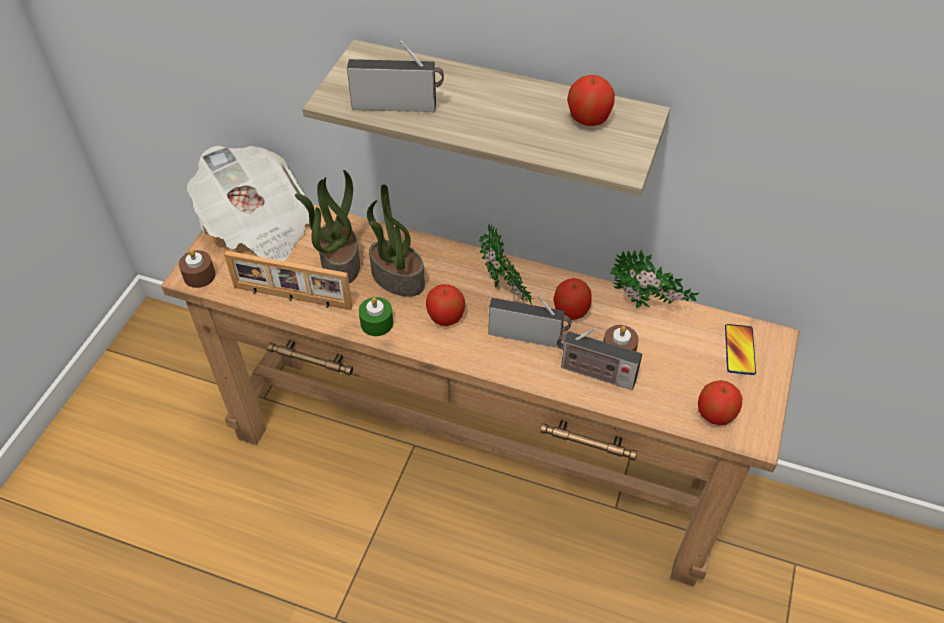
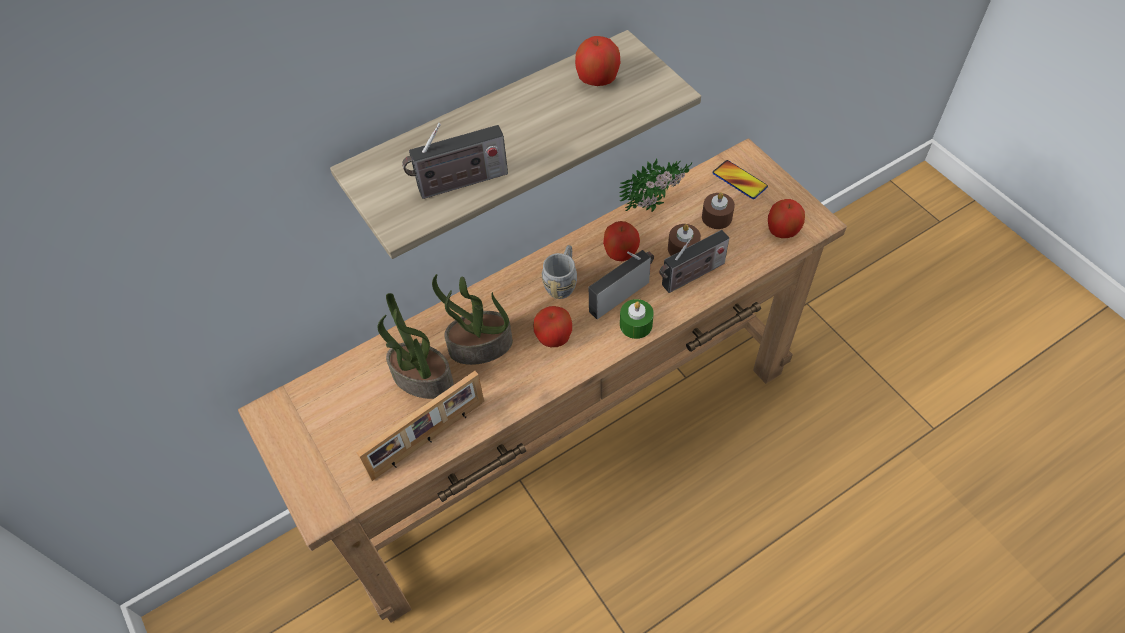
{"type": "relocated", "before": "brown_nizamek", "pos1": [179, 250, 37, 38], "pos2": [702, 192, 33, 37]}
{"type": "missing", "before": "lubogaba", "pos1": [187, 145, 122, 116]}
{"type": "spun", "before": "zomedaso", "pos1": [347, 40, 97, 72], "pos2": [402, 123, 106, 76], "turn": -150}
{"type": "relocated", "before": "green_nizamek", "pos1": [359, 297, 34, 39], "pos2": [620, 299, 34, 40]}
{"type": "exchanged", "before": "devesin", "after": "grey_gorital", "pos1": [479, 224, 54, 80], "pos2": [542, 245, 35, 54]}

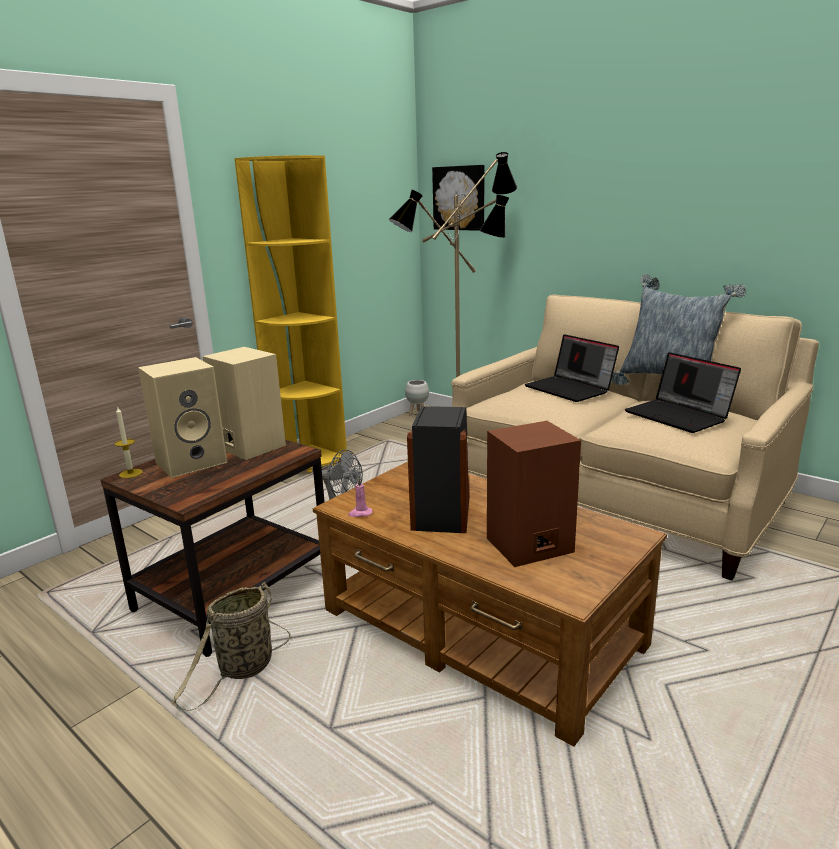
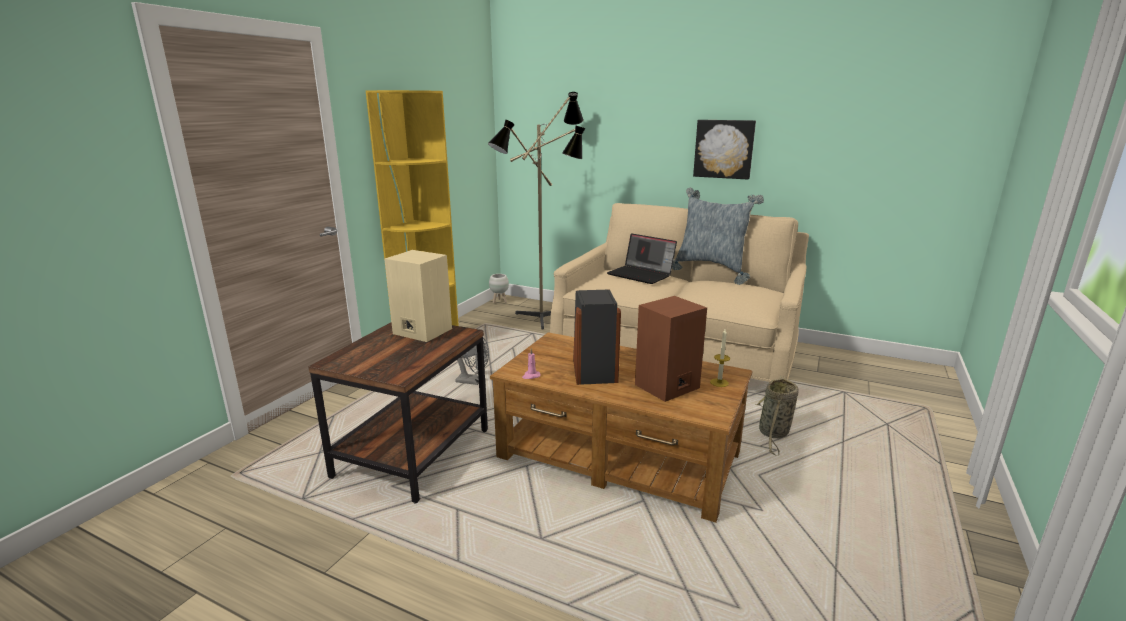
{"type": "relocated", "before": "nizamek", "pos1": [115, 406, 28, 72], "pos2": [710, 329, 20, 58]}
{"type": "missing", "before": "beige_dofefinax", "pos1": [138, 357, 89, 121]}
{"type": "relocated", "before": "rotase", "pos1": [171, 582, 119, 129], "pos2": [755, 376, 44, 80]}
{"type": "relocated", "before": "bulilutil", "pos1": [432, 165, 53, 66], "pos2": [693, 120, 63, 60]}
{"type": "missing", "before": "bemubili", "pos1": [625, 352, 116, 81]}

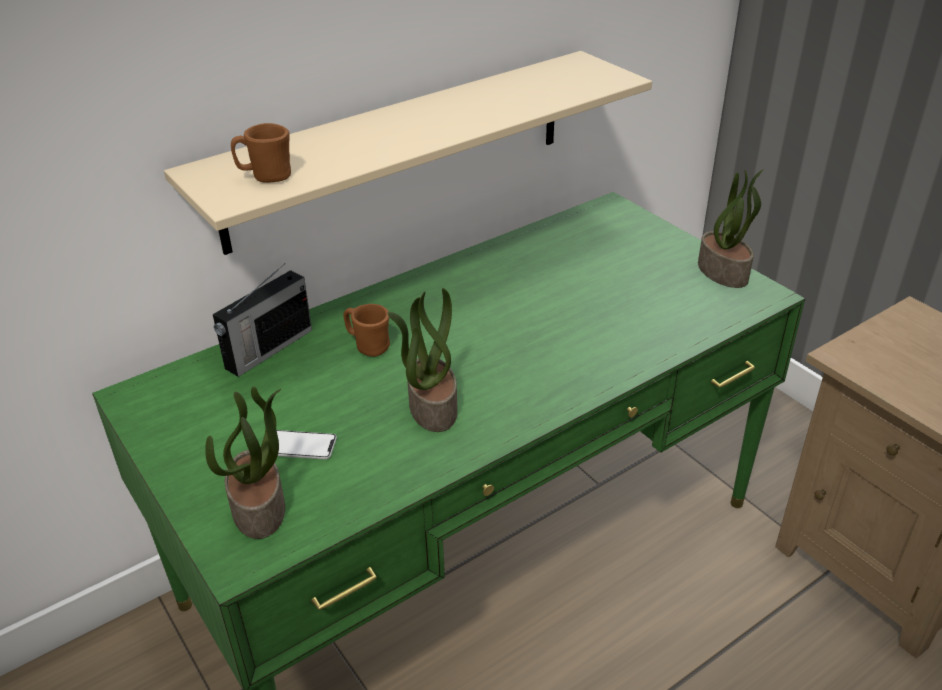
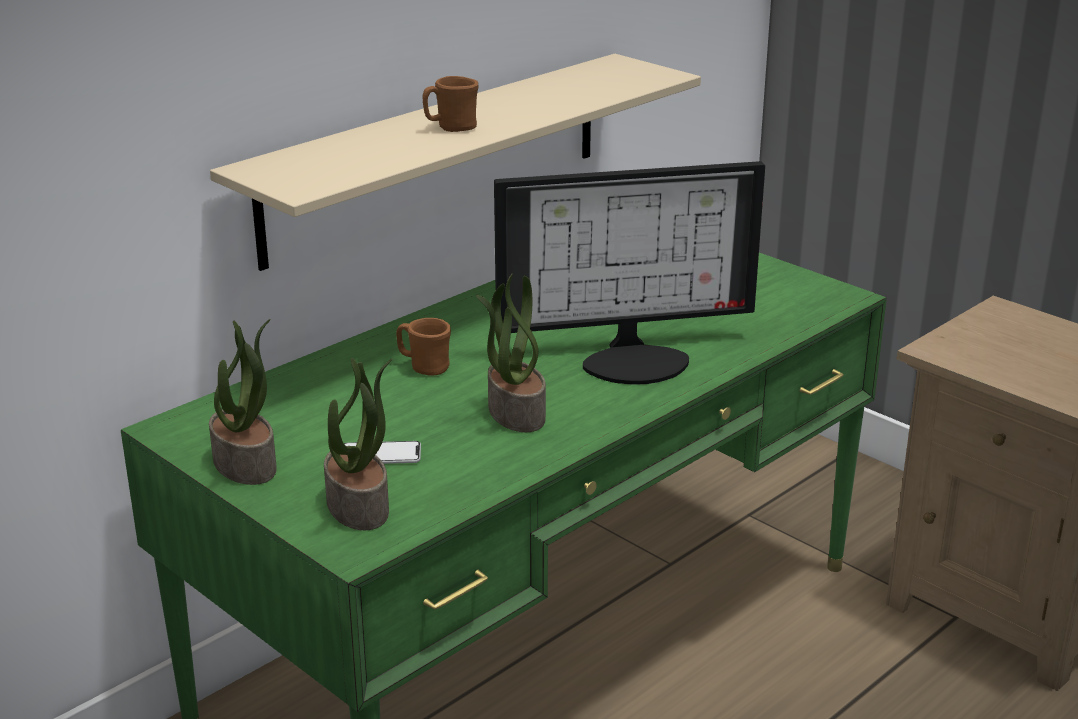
{"type": "missing", "before": "zomedaso", "pos1": [213, 263, 99, 114]}
{"type": "relocated", "before": "brown_gorital", "pos1": [231, 123, 60, 60], "pos2": [423, 76, 55, 56]}
{"type": "relocated", "before": "devesin", "pos1": [698, 169, 66, 119], "pos2": [209, 319, 68, 166]}
{"type": "appeared", "after": "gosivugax", "pos2": [494, 161, 271, 223]}

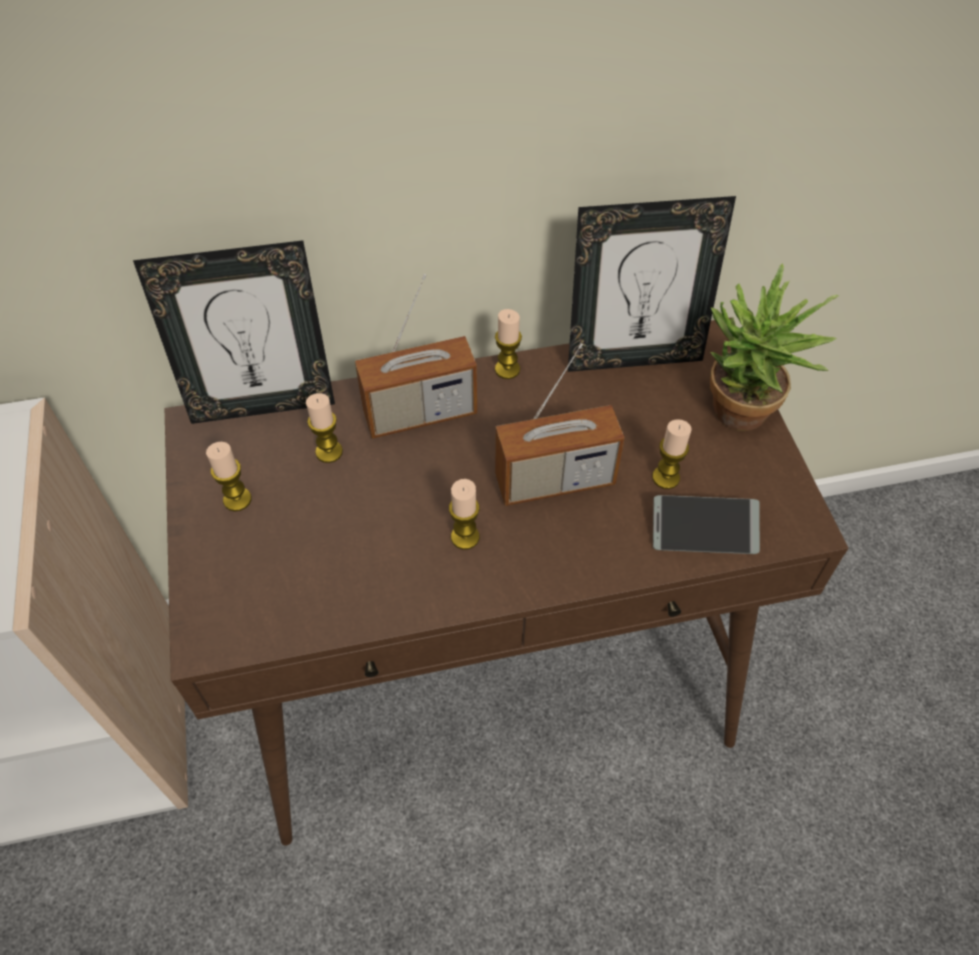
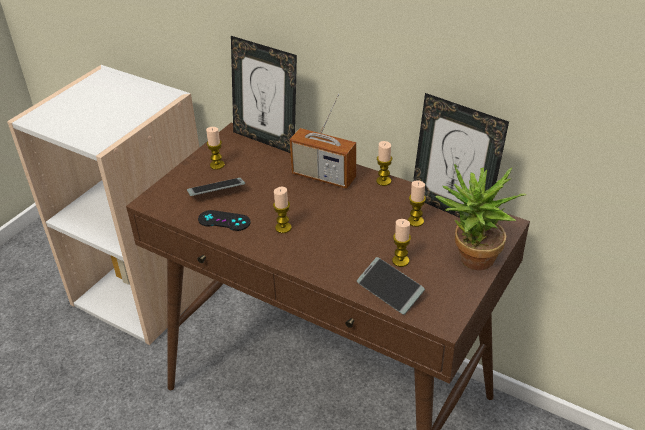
{"type": "relocated", "before": "nizamek", "pos1": [306, 393, 37, 70], "pos2": [408, 180, 18, 47]}
{"type": "missing", "before": "zomedaso", "pos1": [495, 343, 129, 163]}
{"type": "appeared", "after": "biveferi", "pos2": [187, 178, 58, 18]}
{"type": "appeared", "after": "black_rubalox", "pos2": [198, 210, 52, 21]}

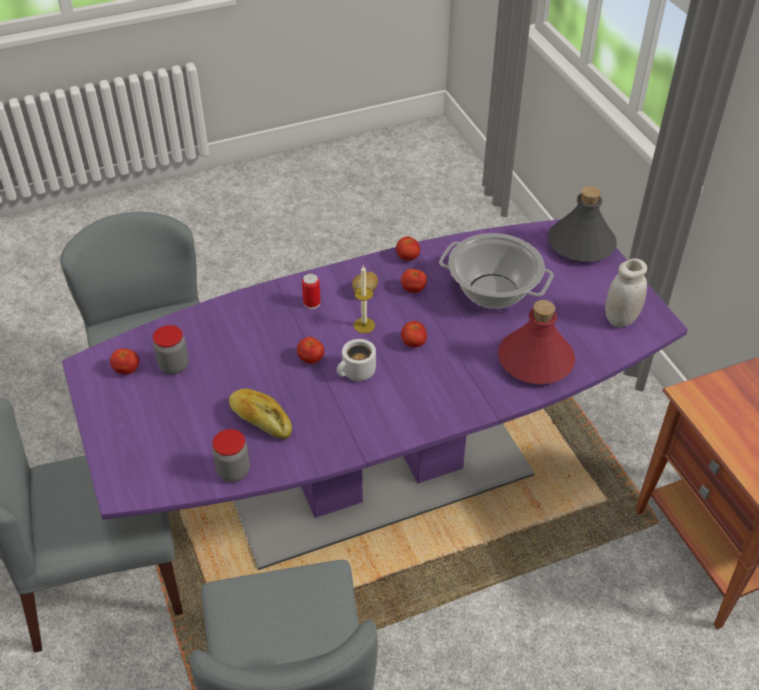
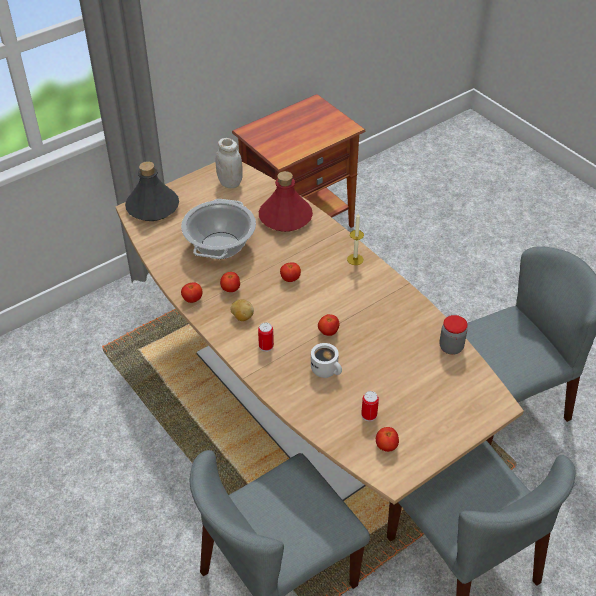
{"type": "colour", "before": "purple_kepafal", "after": "brown_kepafal", "pos1": [62, 219, 626, 351], "pos2": [116, 162, 408, 343]}
{"type": "exchanged", "before": "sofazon", "after": "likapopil", "pos1": [153, 325, 36, 50], "pos2": [361, 391, 18, 31]}
{"type": "missing", "before": "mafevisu", "pos1": [229, 389, 63, 50]}
{"type": "relocated", "before": "white_gorital", "pos1": [337, 339, 39, 42], "pos2": [311, 343, 31, 35]}
{"type": "relocated", "before": "nizamek", "pos1": [354, 265, 21, 68], "pos2": [347, 213, 17, 52]}

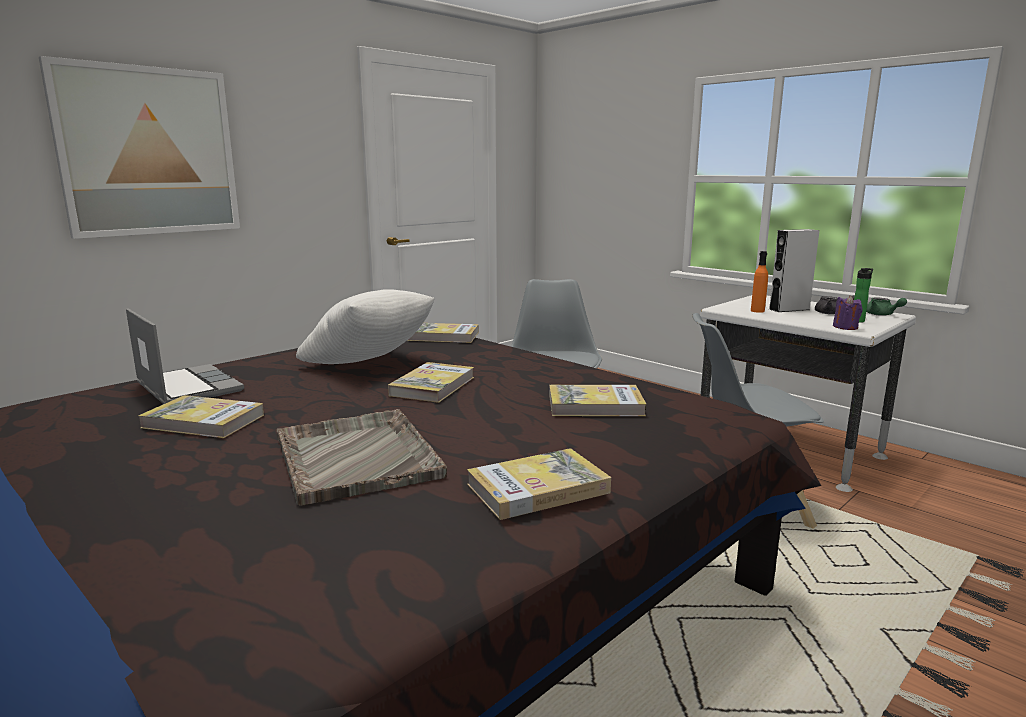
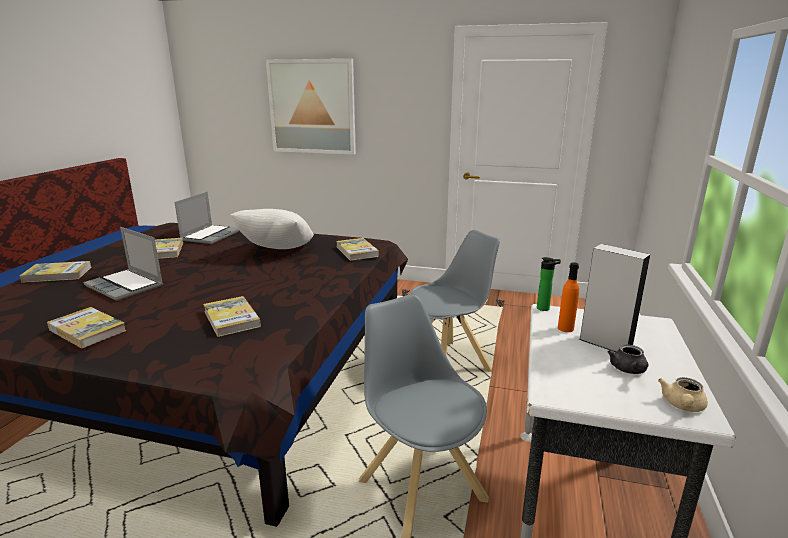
{"type": "exchanged", "before": "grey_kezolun", "after": "bemubili", "pos1": [276, 409, 171, 97], "pos2": [83, 227, 80, 74]}
{"type": "relocated", "before": "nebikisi", "pos1": [388, 362, 86, 41], "pos2": [20, 261, 71, 22]}
{"type": "missing", "before": "purple_nizamek", "pos1": [833, 295, 29, 35]}
{"type": "relocated", "before": "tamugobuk", "pos1": [854, 268, 19, 55], "pos2": [537, 257, 24, 54]}
{"type": "colour", "before": "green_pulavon", "after": "beige_pulavon", "pos1": [866, 298, 41, 18], "pos2": [658, 377, 50, 35]}

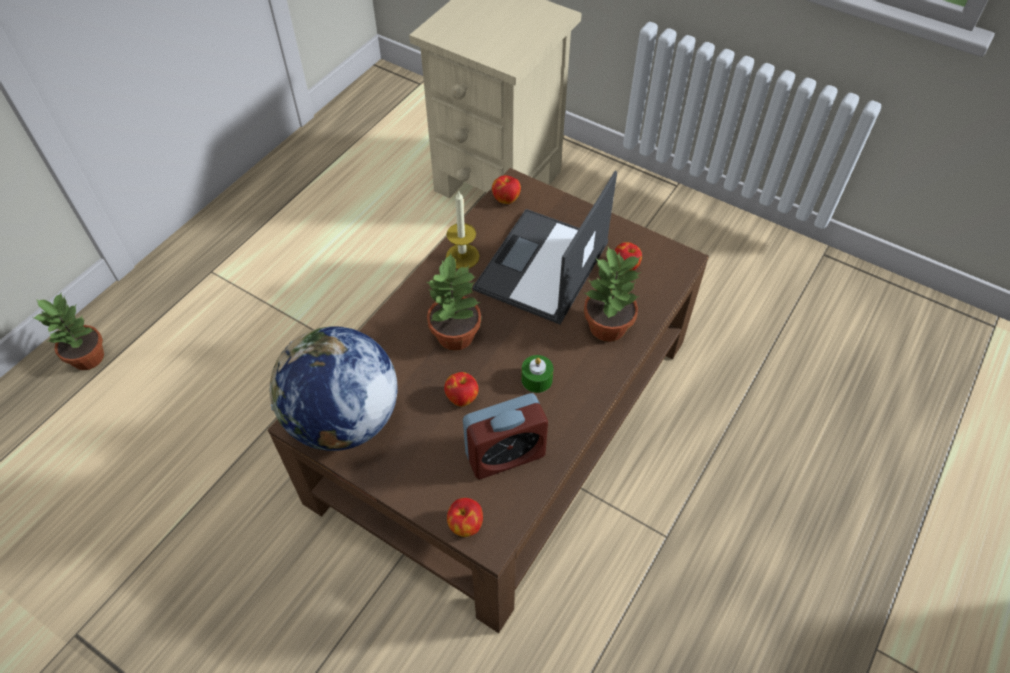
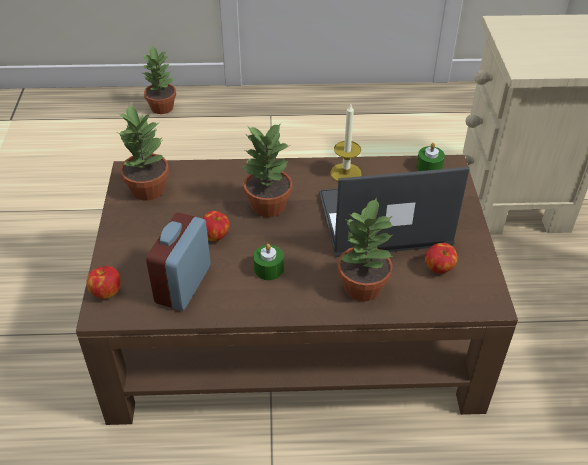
{"type": "exchanged", "before": "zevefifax", "after": "devesin", "pos1": [270, 326, 128, 125], "pos2": [118, 104, 51, 97]}
{"type": "spun", "before": "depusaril", "pos1": [463, 393, 85, 86], "pos2": [146, 213, 64, 97], "turn": 75}
{"type": "exchanged", "before": "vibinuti", "after": "green_nizamek", "pos1": [492, 175, 29, 29], "pos2": [416, 143, 29, 28]}

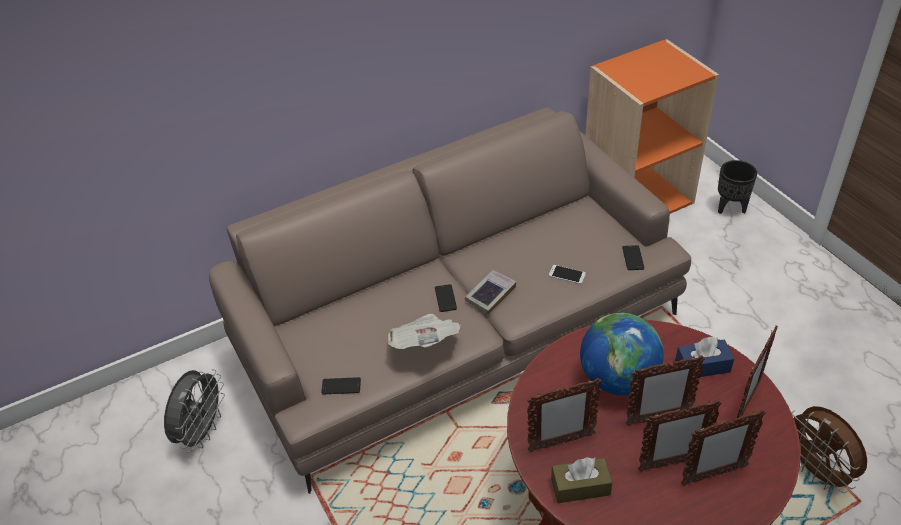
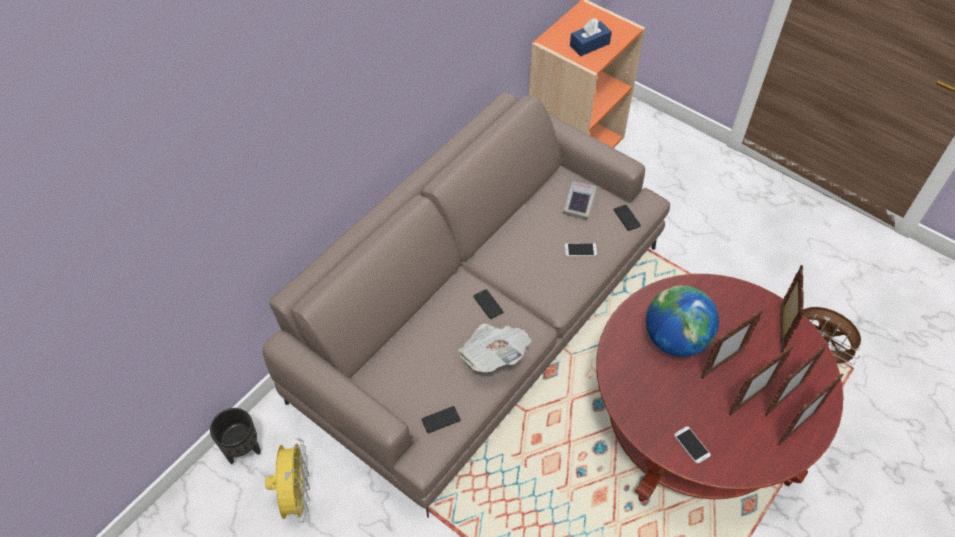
{"type": "colour", "before": "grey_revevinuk", "after": "yellow_revevinuk", "pos1": [164, 369, 61, 83], "pos2": [265, 438, 45, 85]}
{"type": "relocated", "before": "nebikisi", "pos1": [465, 270, 51, 45], "pos2": [563, 181, 34, 39]}
{"type": "relocated", "before": "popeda", "pos1": [527, 378, 75, 74], "pos2": [778, 374, 65, 71]}
{"type": "exchanged", "before": "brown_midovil", "after": "biveferi", "pos1": [551, 457, 62, 46], "pos2": [674, 426, 37, 38]}
{"type": "relocated", "before": "blue_midovil", "pos1": [675, 337, 59, 40], "pos2": [570, 19, 42, 37]}
{"type": "relocated", "before": "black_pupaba", "pos1": [718, 160, 39, 54], "pos2": [210, 408, 51, 56]}

